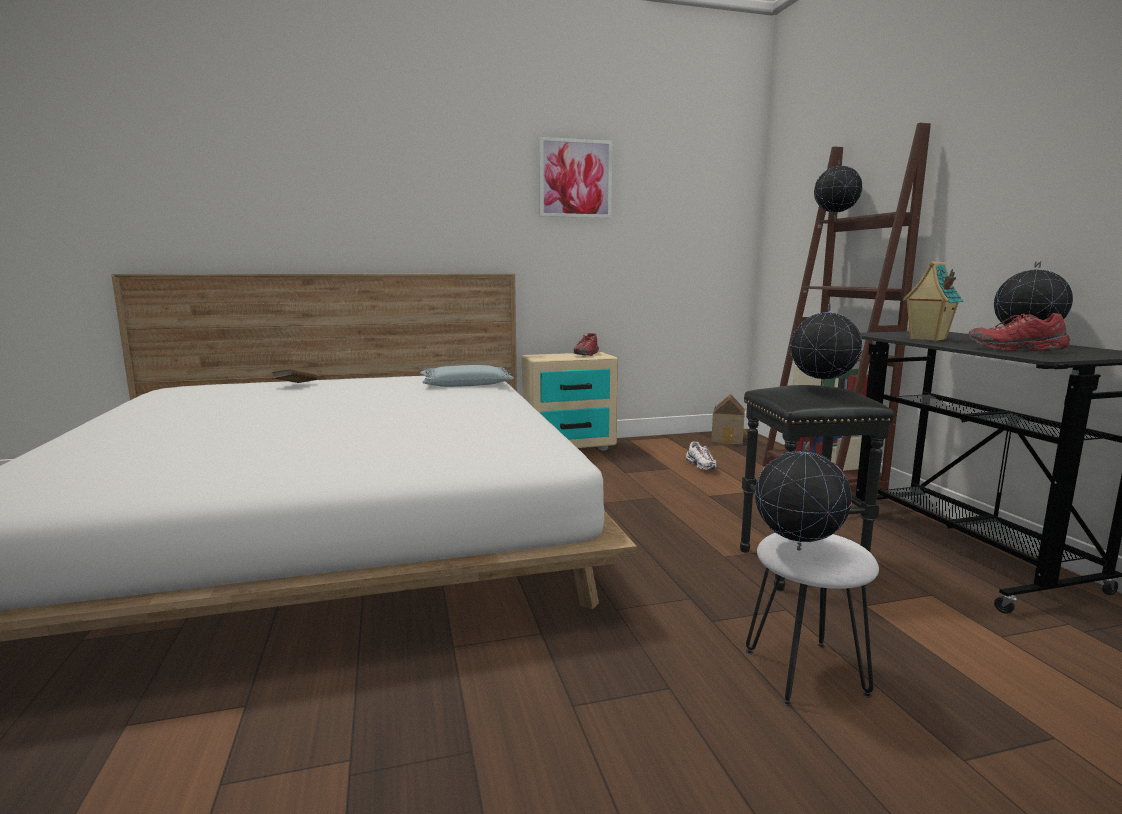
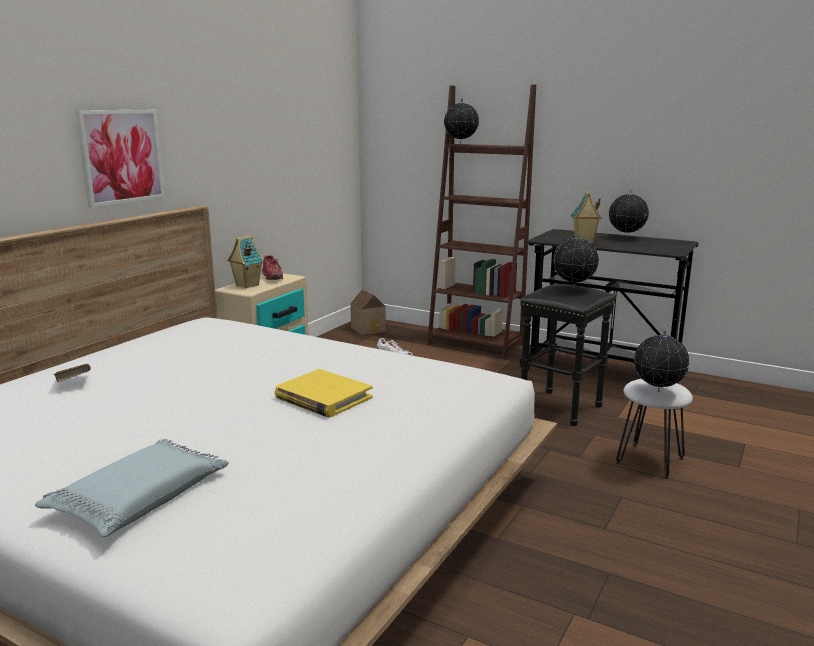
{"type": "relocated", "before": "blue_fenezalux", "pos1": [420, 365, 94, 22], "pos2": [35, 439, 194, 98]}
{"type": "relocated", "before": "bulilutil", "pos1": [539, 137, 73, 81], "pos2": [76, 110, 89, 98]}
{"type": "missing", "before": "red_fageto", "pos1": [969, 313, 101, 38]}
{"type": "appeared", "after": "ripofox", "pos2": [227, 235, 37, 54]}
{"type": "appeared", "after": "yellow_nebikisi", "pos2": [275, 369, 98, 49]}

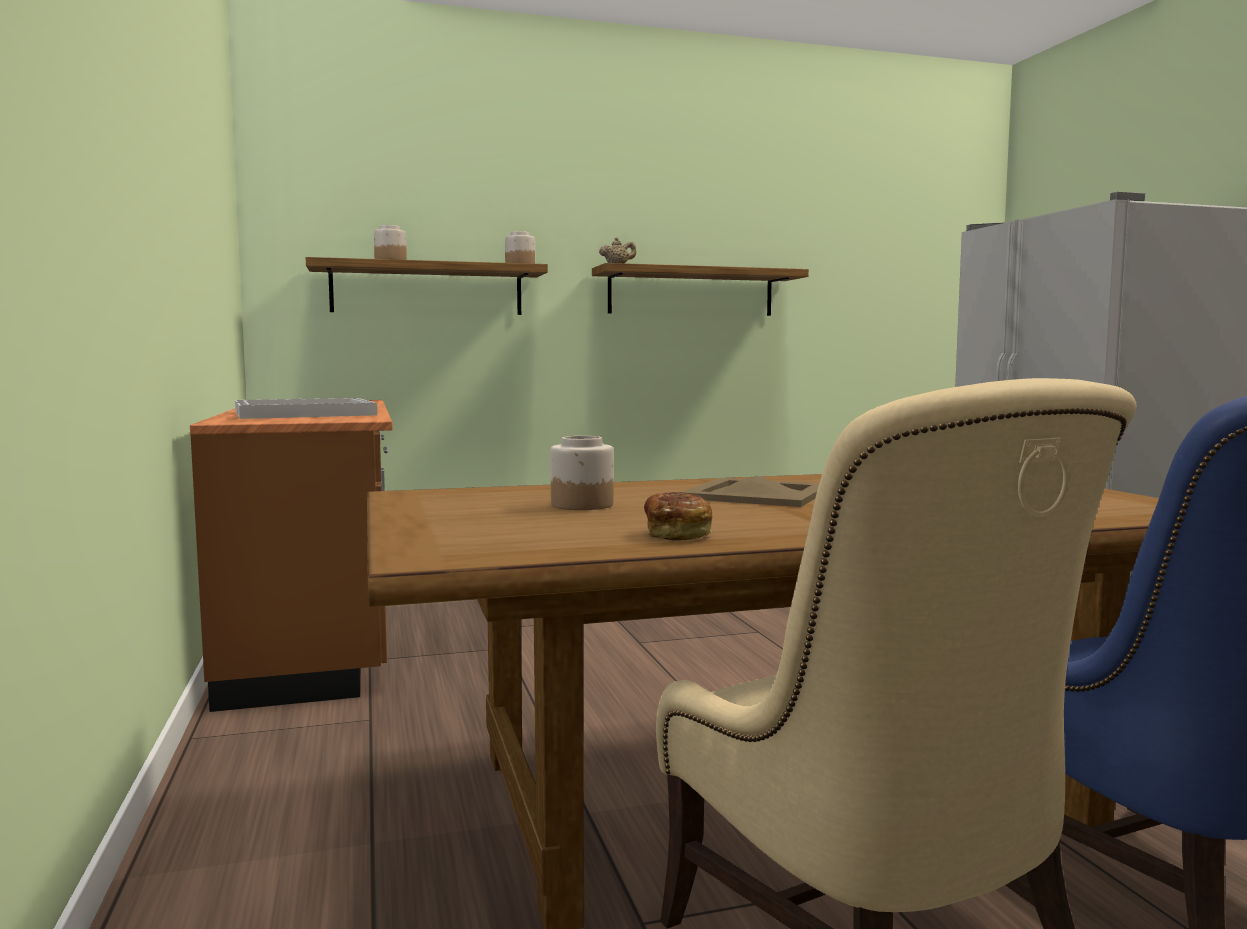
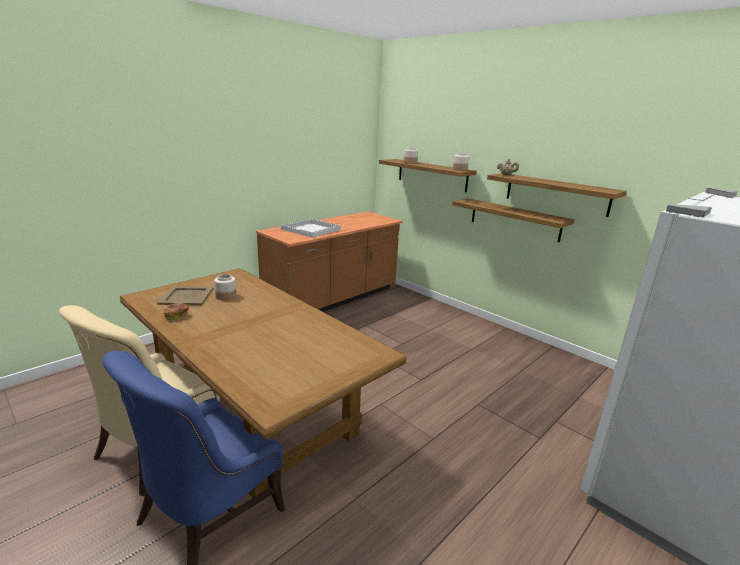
{"type": "relocated", "before": "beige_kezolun", "pos1": [682, 476, 137, 31], "pos2": [157, 286, 56, 19]}
{"type": "appeared", "after": "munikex", "pos2": [452, 198, 123, 44]}

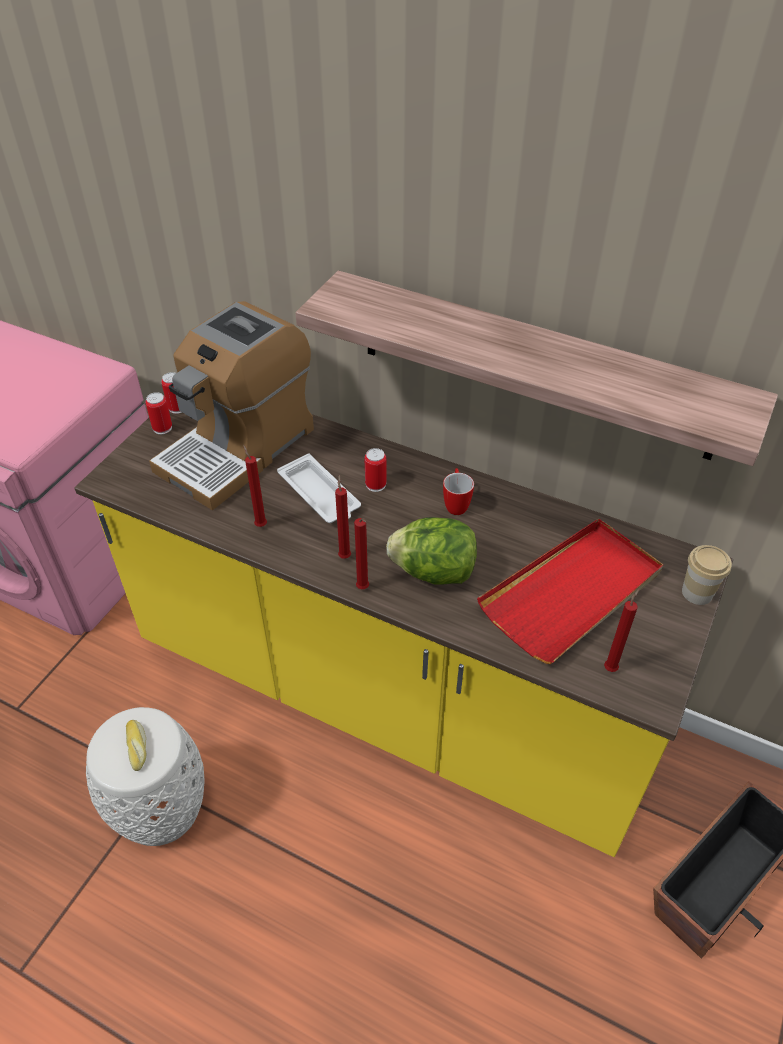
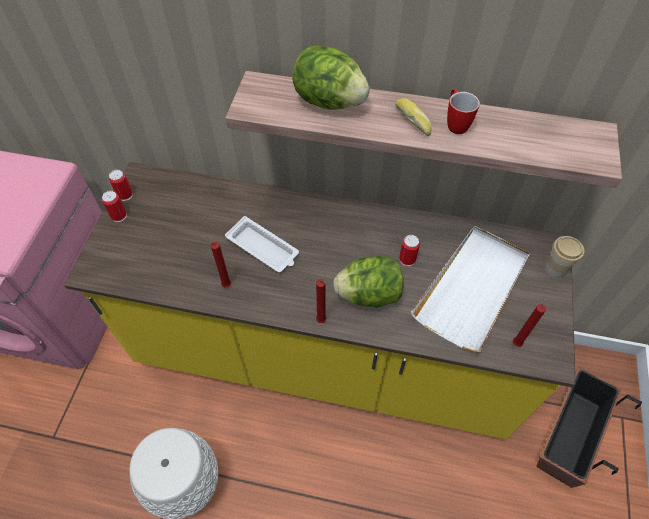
{"type": "relocated", "before": "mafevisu", "pos1": [126, 720, 20, 51], "pos2": [395, 98, 36, 38]}
{"type": "missing", "before": "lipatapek", "pos1": [149, 301, 165, 209]}
{"type": "missing", "before": "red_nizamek", "pos1": [335, 475, 16, 84]}
{"type": "relocated", "before": "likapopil", "pos1": [364, 448, 23, 44], "pos2": [399, 235, 21, 31]}
{"type": "relocated", "before": "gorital", "pos1": [443, 468, 31, 47], "pos2": [447, 89, 33, 45]}
{"type": "colour", "before": "red_kezolun", "after": "white_kezolun", "pos1": [477, 519, 186, 145], "pos2": [411, 226, 119, 127]}
{"type": "appeared", "after": "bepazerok", "pos2": [292, 45, 78, 65]}

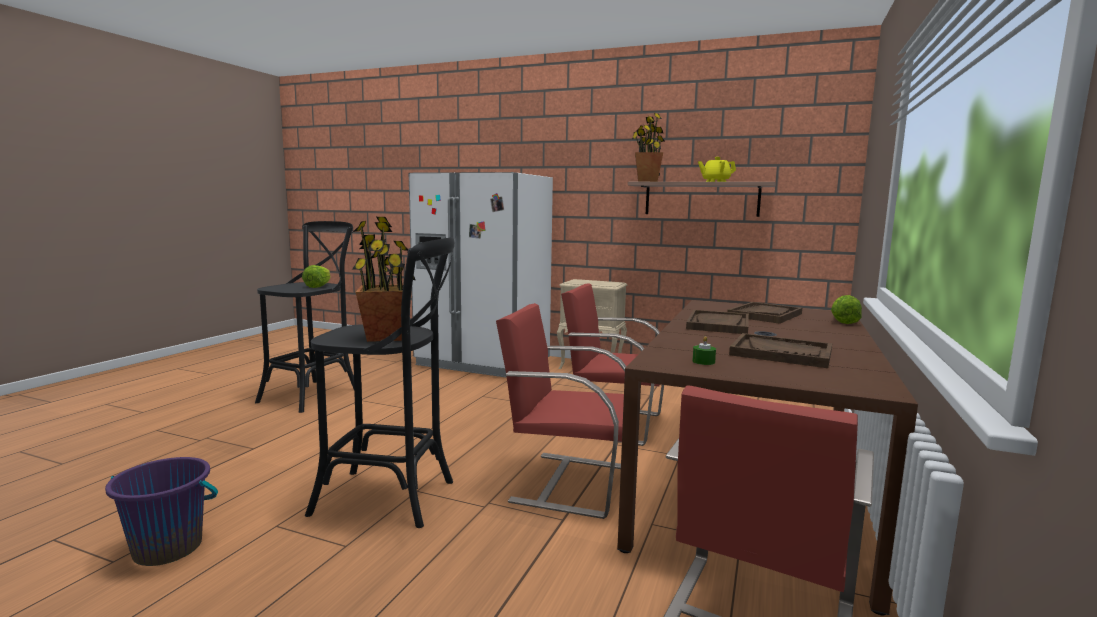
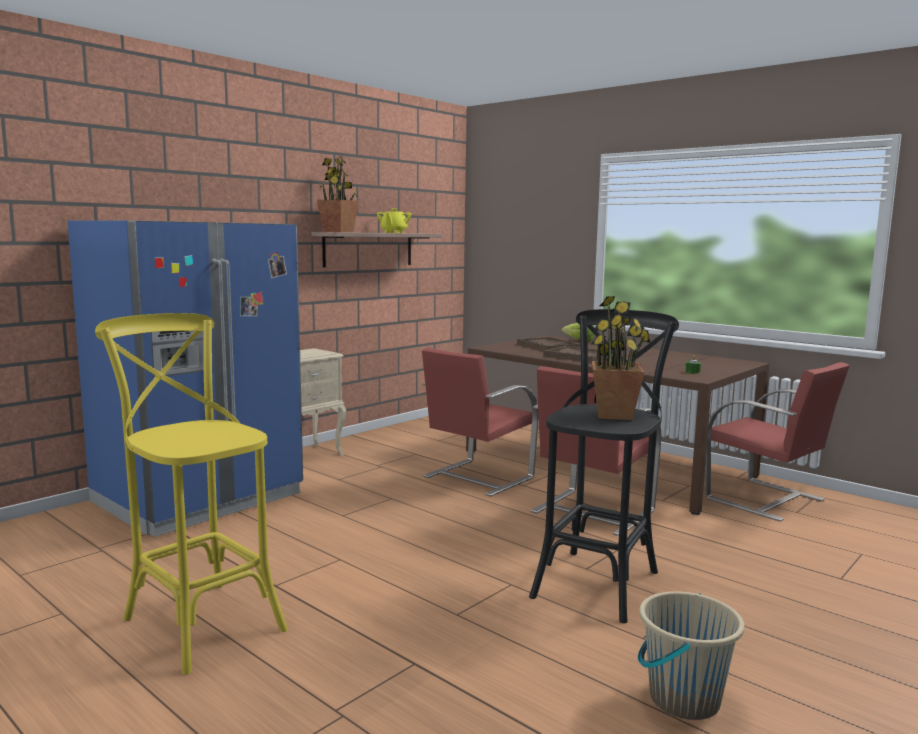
{"type": "colour", "before": "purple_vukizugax", "after": "beige_vukizugax", "pos1": [105, 457, 113, 109], "pos2": [638, 591, 107, 129]}
{"type": "colour", "before": "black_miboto", "after": "yellow_miboto", "pos1": [255, 221, 99, 192], "pos2": [95, 313, 193, 362]}
{"type": "missing", "before": "bepazerok", "pos1": [302, 265, 28, 23]}
{"type": "colour", "before": "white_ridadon", "after": "blue_ridadon", "pos1": [409, 172, 144, 206], "pos2": [67, 220, 236, 317]}
{"type": "missing", "before": "brown_kezolun", "pos1": [729, 333, 103, 35]}

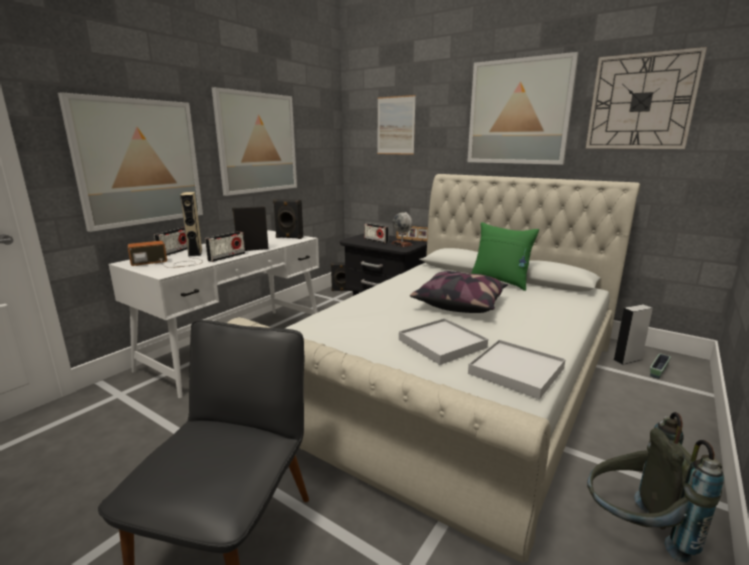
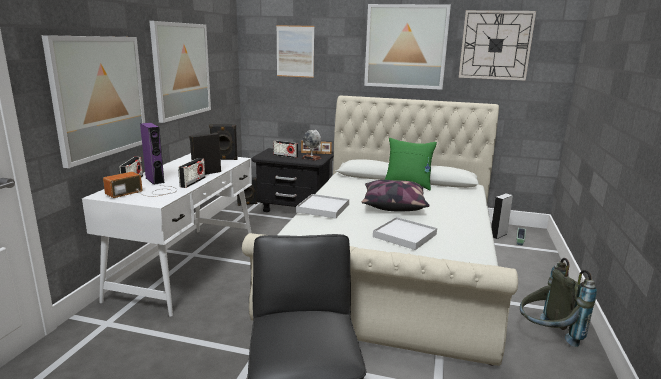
{"type": "colour", "before": "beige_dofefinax", "after": "purple_dofefinax", "pos1": [180, 192, 22, 65], "pos2": [140, 123, 24, 62]}
{"type": "relocated", "before": "white_kezolun", "pos1": [468, 340, 98, 59], "pos2": [296, 194, 53, 24]}

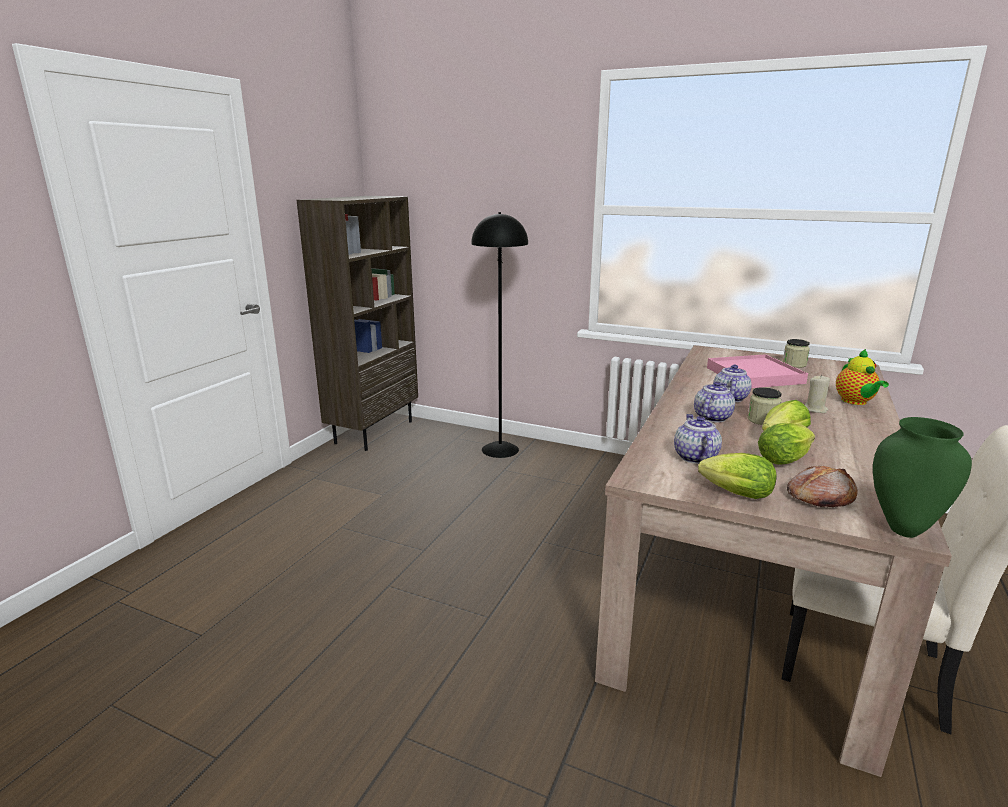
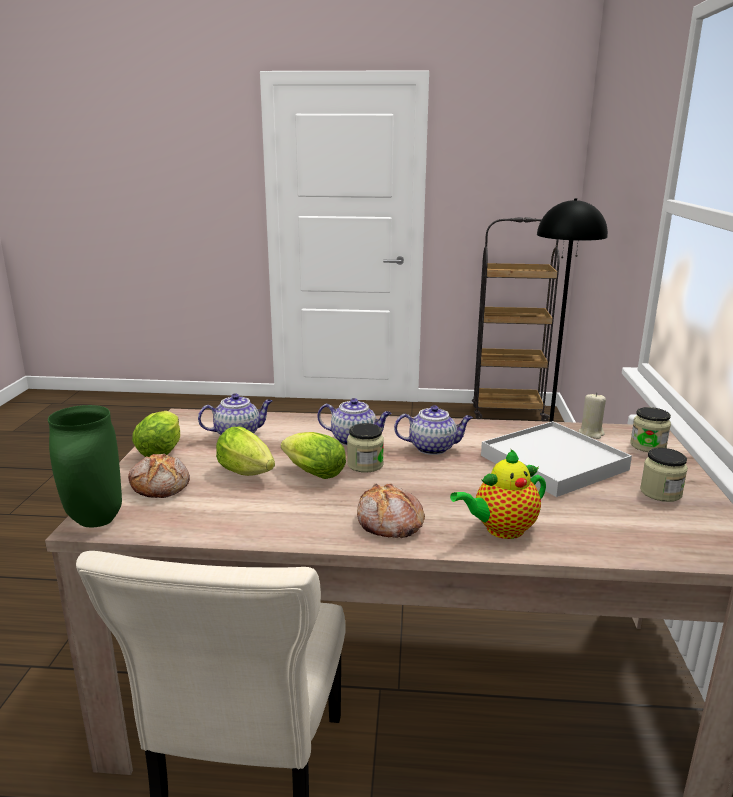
{"type": "exchanged", "before": "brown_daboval", "after": "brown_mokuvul", "pos1": [297, 196, 121, 255], "pos2": [472, 217, 87, 205]}
{"type": "colour", "before": "pink_kezolun", "after": "white_kezolun", "pos1": [707, 354, 101, 34], "pos2": [481, 421, 151, 76]}
{"type": "relocated", "before": "beige_nizamek", "pos1": [805, 375, 25, 38], "pos2": [578, 393, 28, 46]}
{"type": "appeared", "after": "mafevisu", "pos2": [357, 483, 68, 55]}
{"type": "appeared", "after": "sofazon", "pos2": [630, 407, 41, 45]}

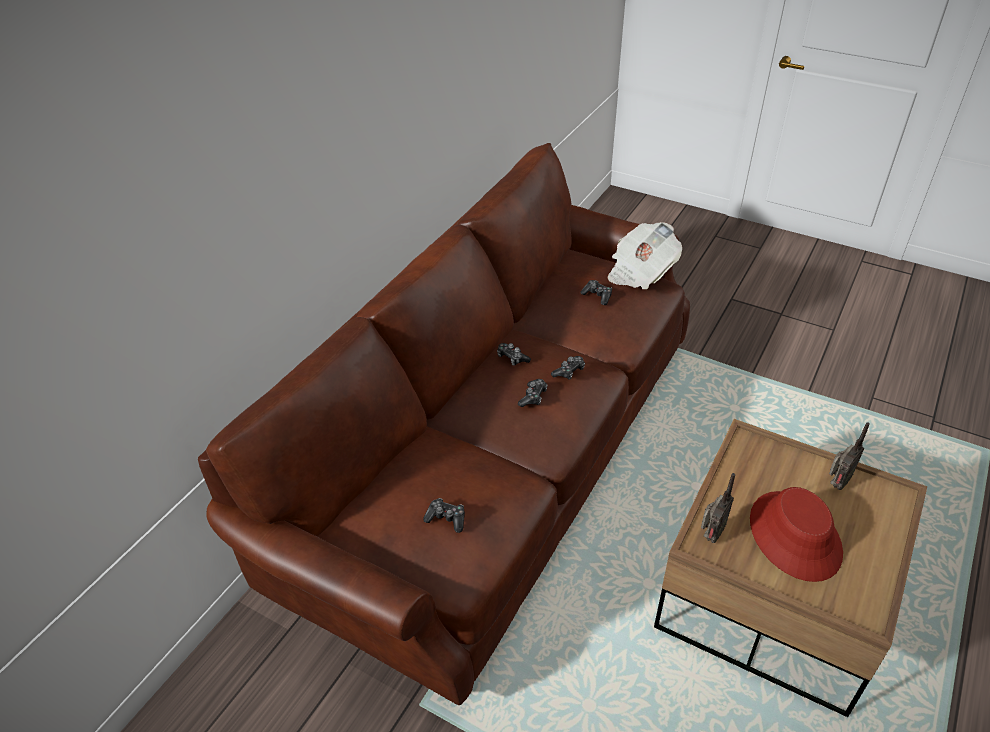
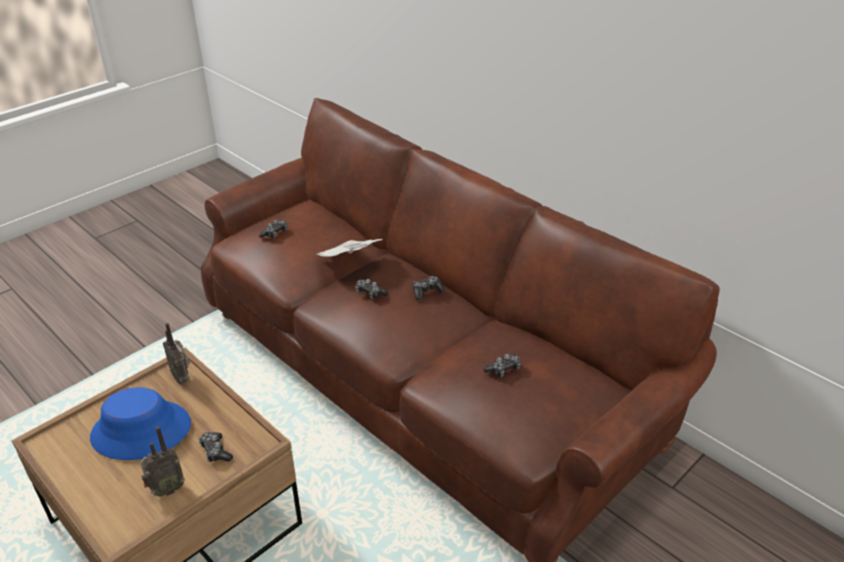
{"type": "relocated", "before": "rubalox", "pos1": [551, 356, 34, 24], "pos2": [198, 432, 35, 30]}
{"type": "relocated", "before": "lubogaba", "pos1": [608, 222, 74, 67], "pos2": [317, 239, 65, 17]}
{"type": "colour", "before": "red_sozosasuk", "after": "blue_sozosasuk", "pos1": [750, 487, 93, 95], "pos2": [90, 387, 101, 73]}
{"type": "spun", "before": "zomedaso", "pos1": [829, 422, 41, 68], "pos2": [140, 426, 45, 71], "turn": -90}

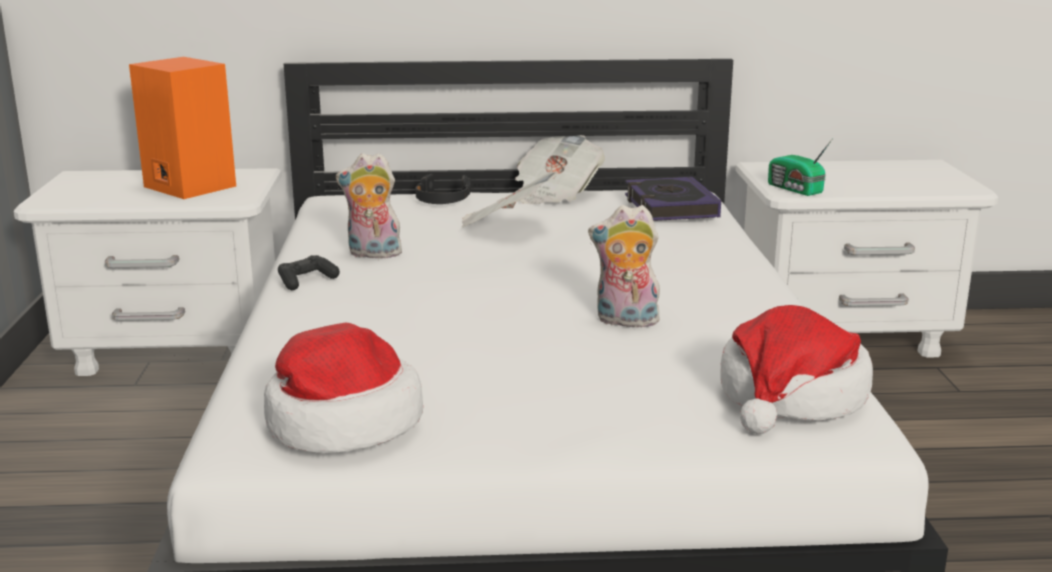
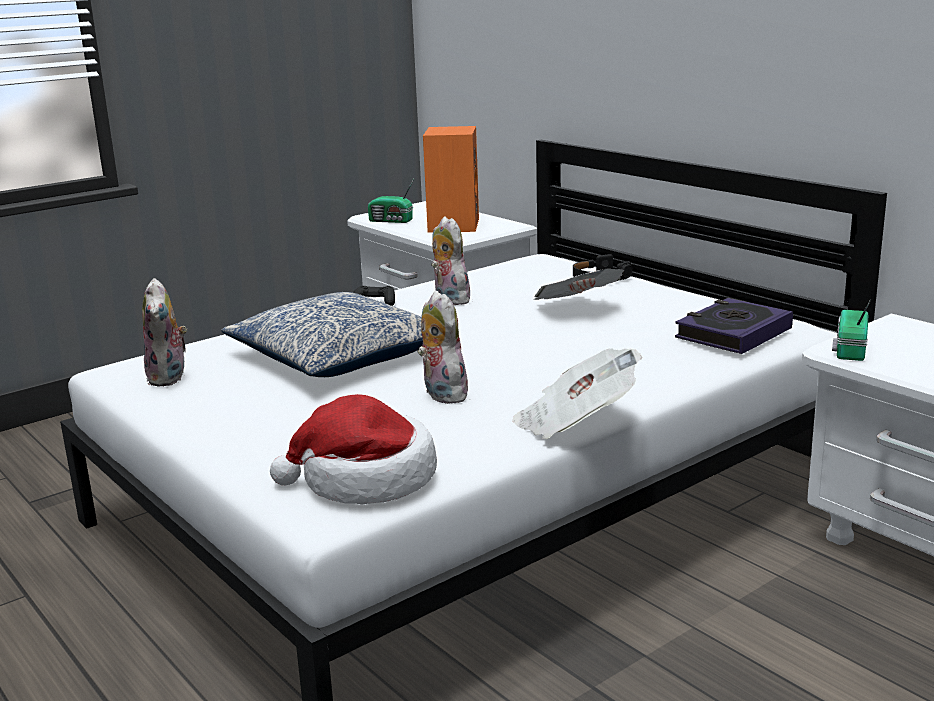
{"type": "exchanged", "before": "sozosasuk", "after": "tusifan", "pos1": [264, 322, 159, 131], "pos2": [142, 278, 45, 109]}
{"type": "relocated", "before": "lubogaba", "pos1": [515, 135, 90, 69], "pos2": [512, 348, 130, 91]}
{"type": "appeared", "after": "fenezalux", "pos2": [222, 292, 201, 85]}
{"type": "appeared", "after": "zomedaso", "pos2": [368, 179, 46, 44]}

